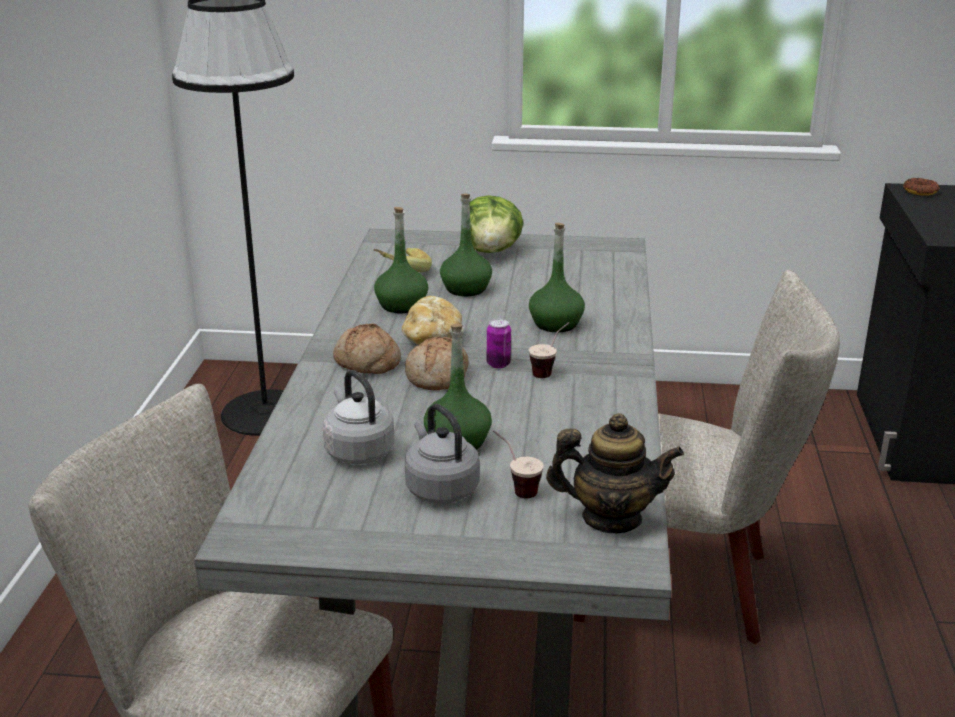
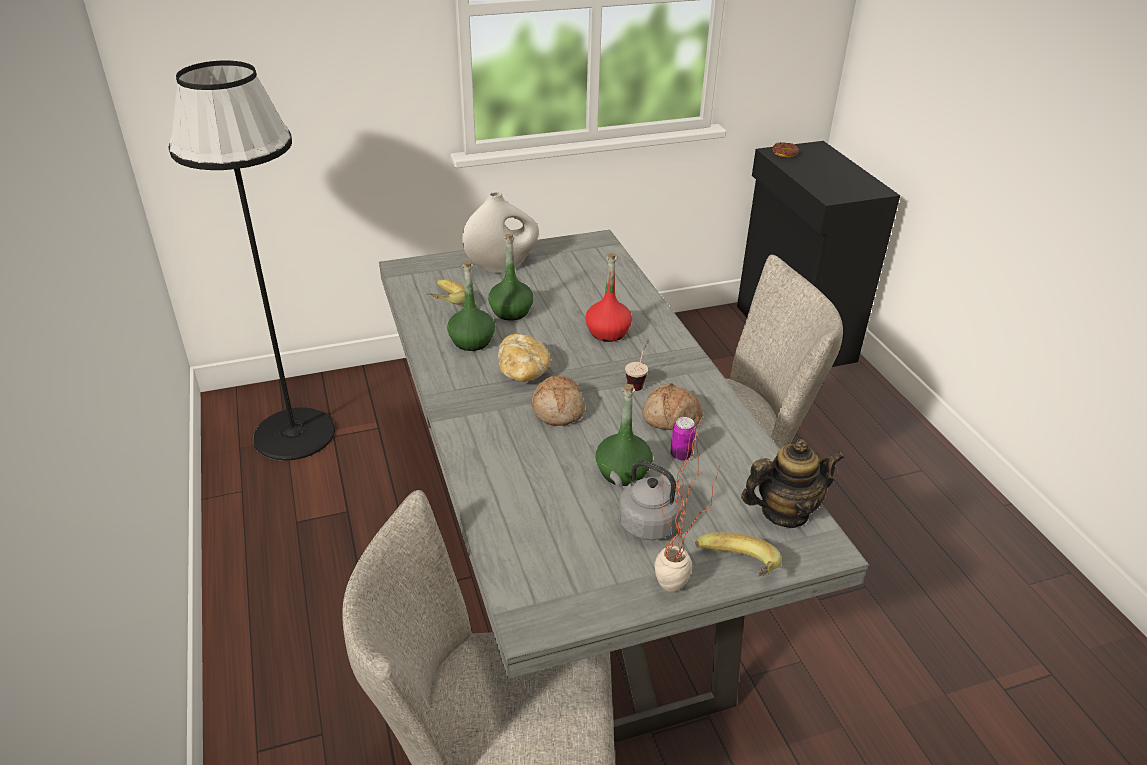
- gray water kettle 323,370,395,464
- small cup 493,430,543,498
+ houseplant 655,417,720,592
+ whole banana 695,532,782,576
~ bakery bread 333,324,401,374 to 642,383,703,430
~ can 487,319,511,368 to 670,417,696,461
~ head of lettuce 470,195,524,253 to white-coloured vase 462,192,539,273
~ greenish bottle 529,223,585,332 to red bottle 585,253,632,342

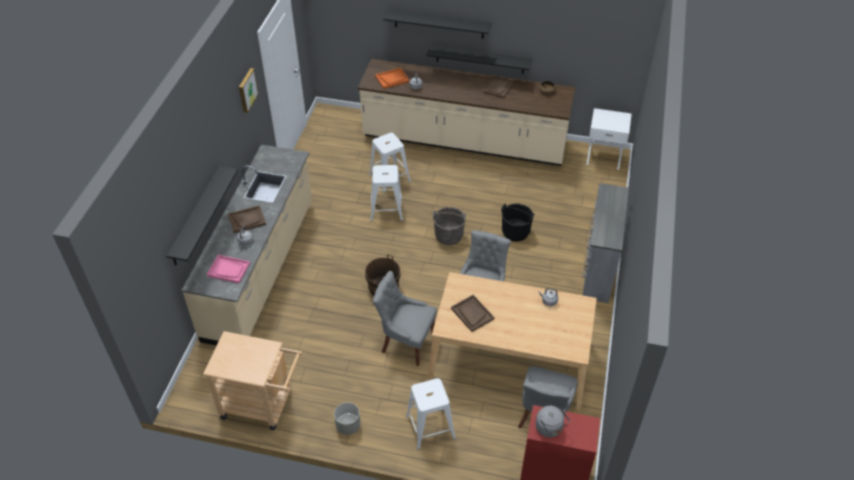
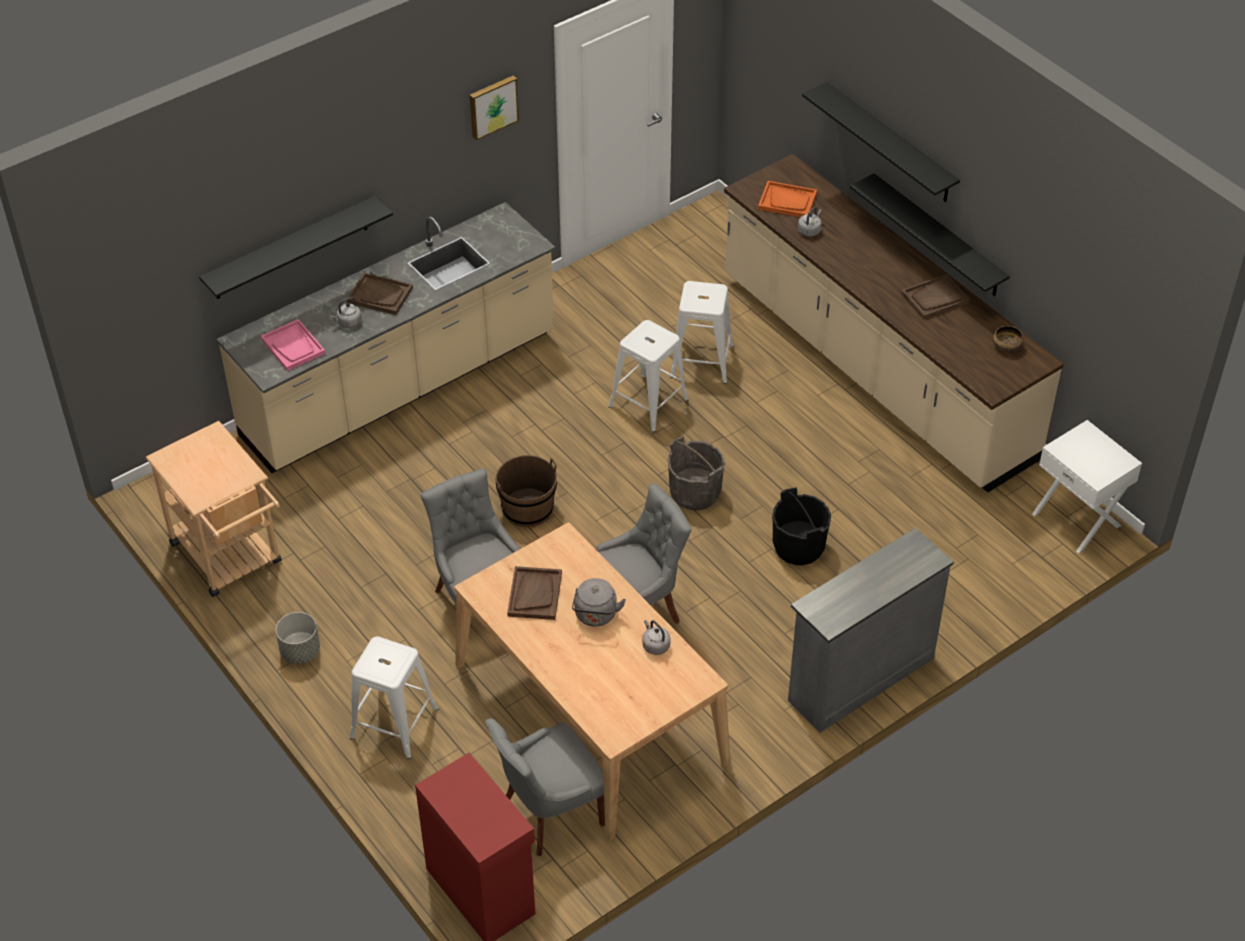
~ gray water kettle 535,406,570,438 to 572,578,626,627

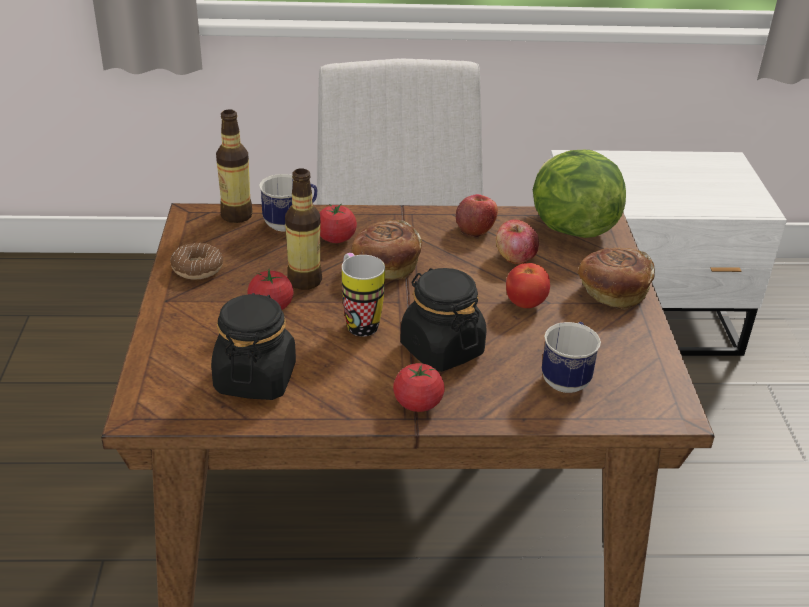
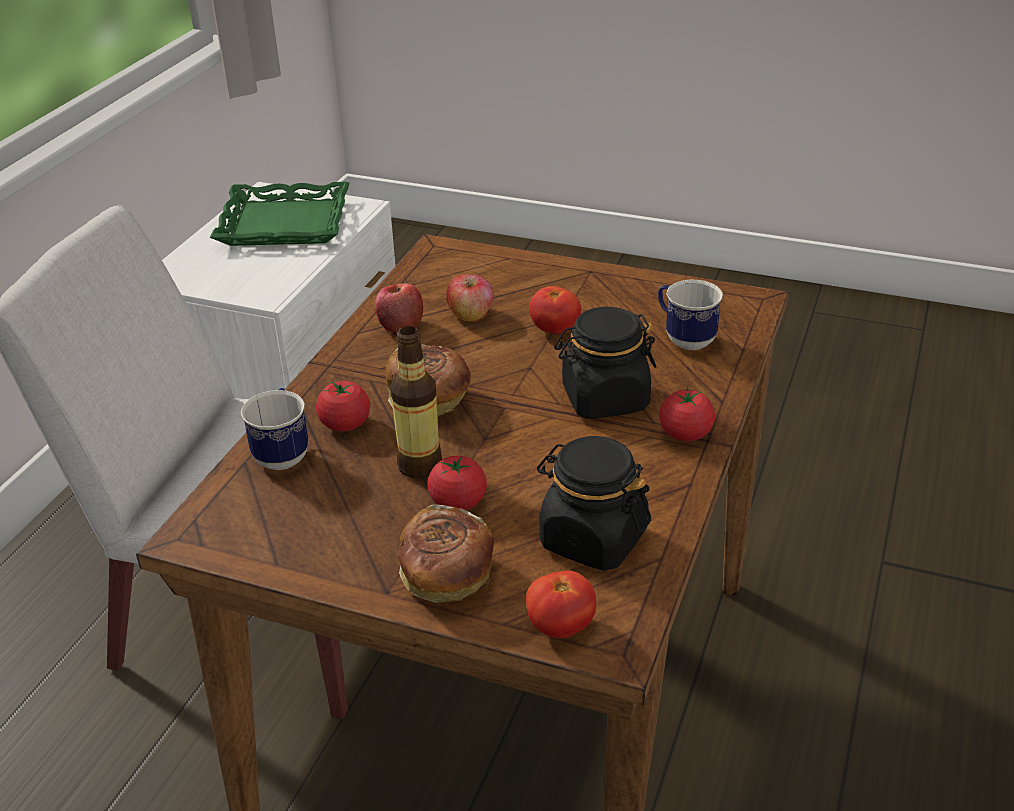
- doughnut 171,243,224,280
- bottle 216,109,253,223
- coffee mug 342,253,385,336
- head of lettuce 533,150,626,238
+ greenish tray 210,182,350,246
+ fresh tomato 526,571,596,638
~ bakery bread 577,247,655,310 to 398,504,494,603

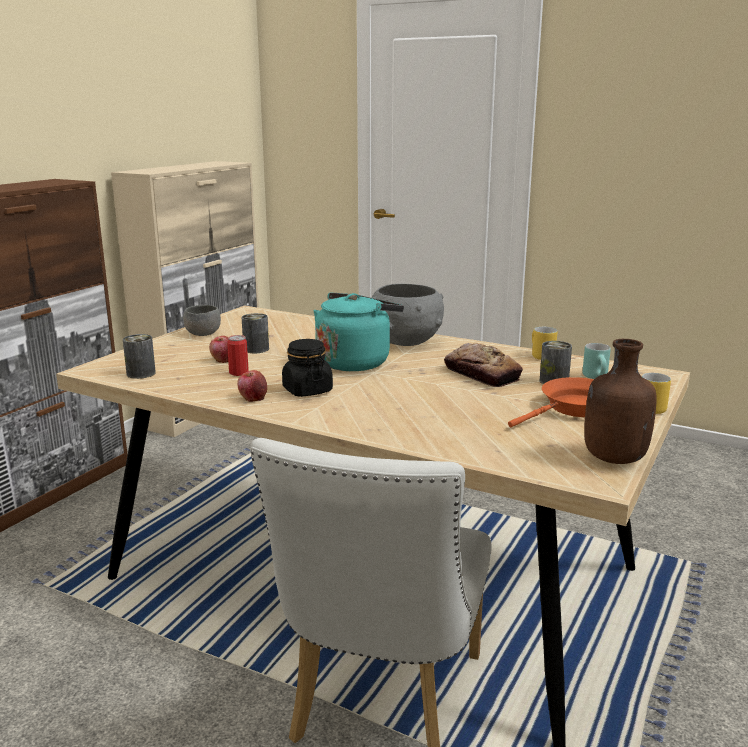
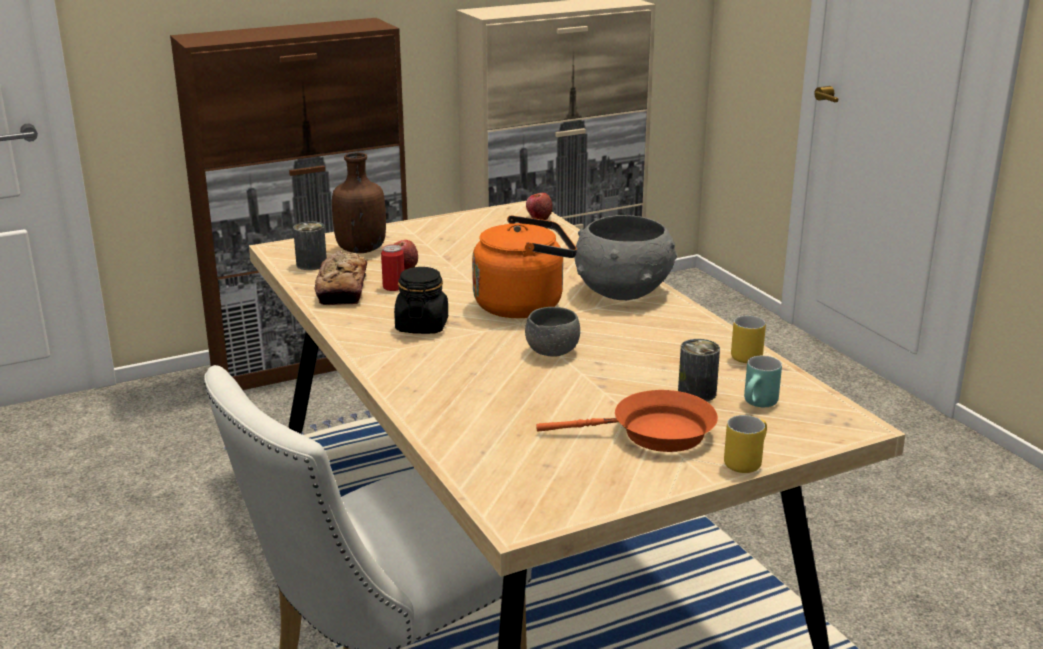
- can 241,313,269,353
~ gray serving bowl 183,305,221,336 to 525,307,580,357
~ apple 237,370,267,402 to 526,193,553,220
~ bakery bread 444,343,523,387 to 315,251,367,305
~ brown bottle 584,339,657,464 to 332,153,386,253
~ turquoise water kettle 313,293,404,371 to orange water kettle 472,215,577,318

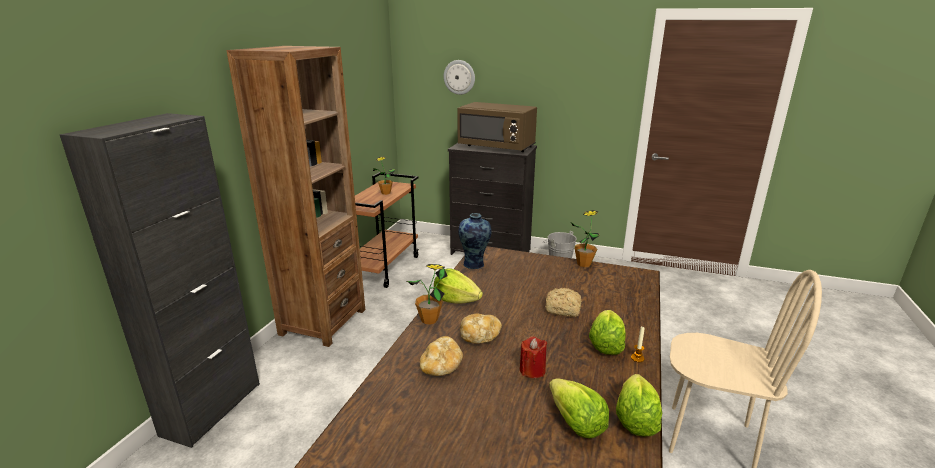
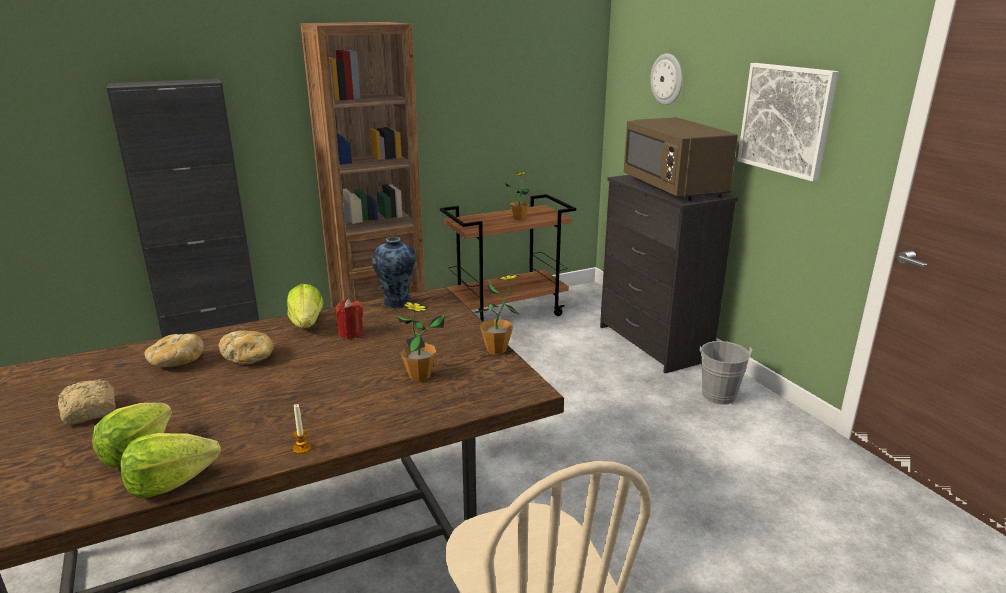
- head of lettuce 589,310,626,355
+ wall art 737,63,838,182
~ houseplant 407,264,447,325 to 396,302,445,381
~ red wax light 520,336,547,378 to 335,299,363,339
~ bakery bread 546,288,582,317 to 58,379,116,424

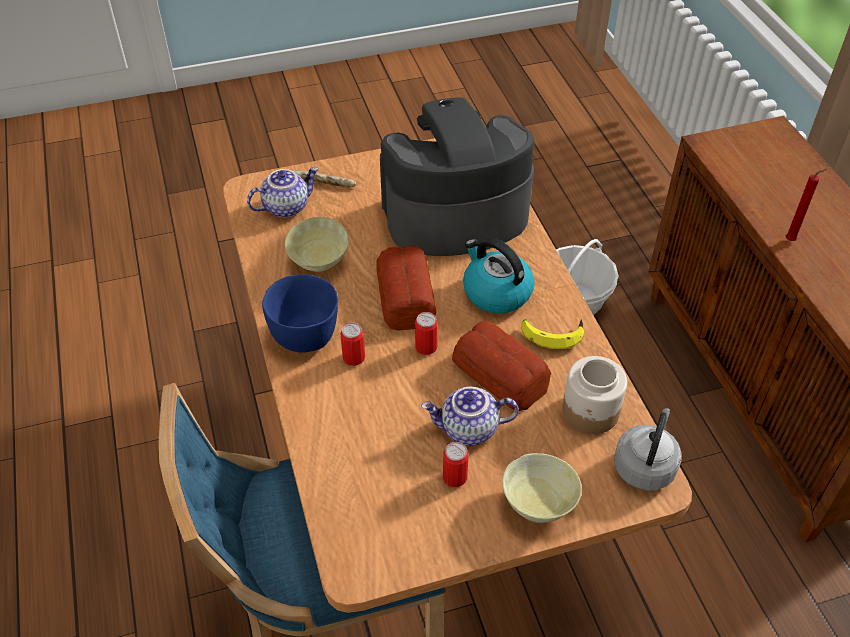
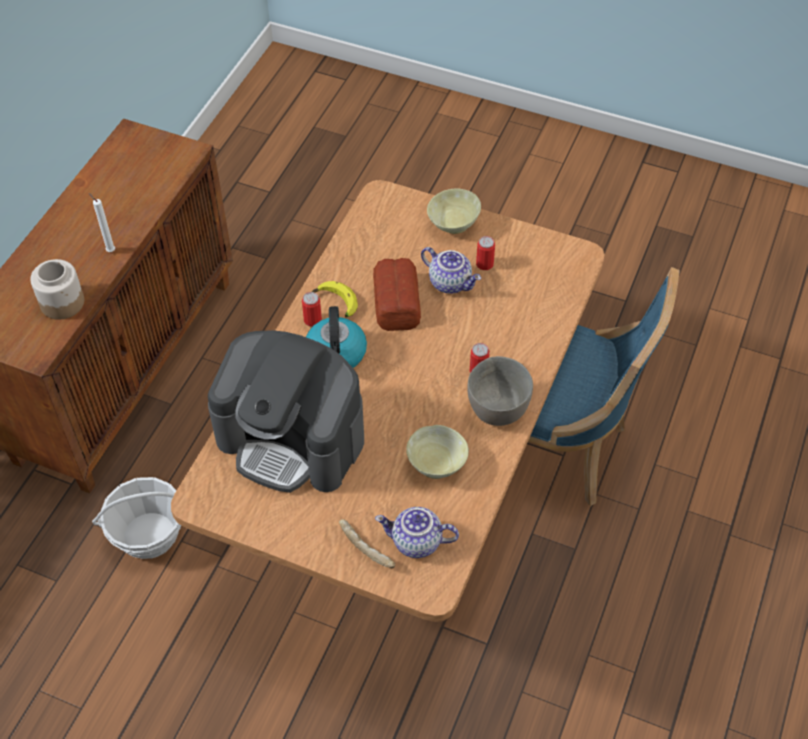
- bakery bread 376,246,436,331
- gray water kettle 614,408,681,491
~ can 415,312,438,355 to 302,292,322,327
~ storage jar 562,356,627,434 to 30,259,84,320
~ bluish serving bowl 262,274,338,353 to gray serving bowl 467,356,533,426
~ red wax light 786,169,827,241 to white-coloured wax light 88,193,115,252

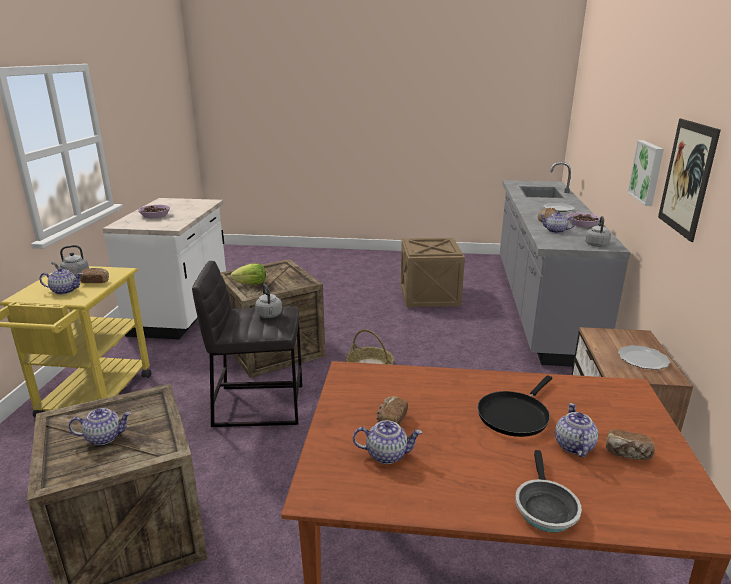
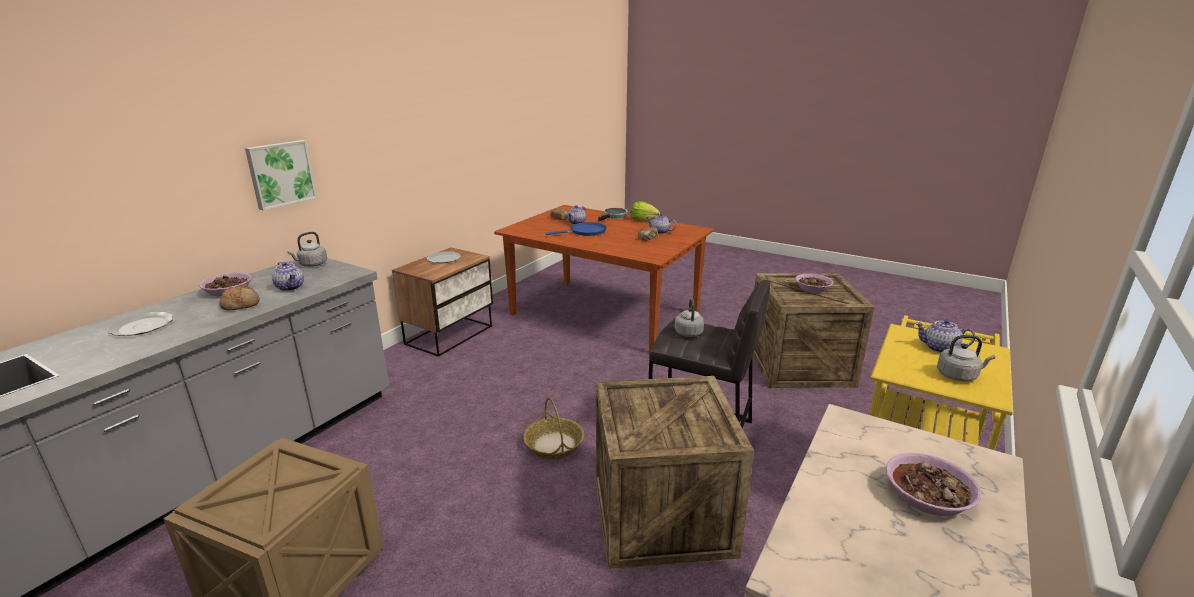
- bakery bread 80,268,109,283
- wall art 658,119,721,242
~ head of lettuce 231,263,266,285 to 631,201,660,221
~ pot for tea 69,408,131,445 to serving bowl 795,274,833,293
~ black-coloured skillet 478,375,552,437 to bluish skillet 546,222,607,236

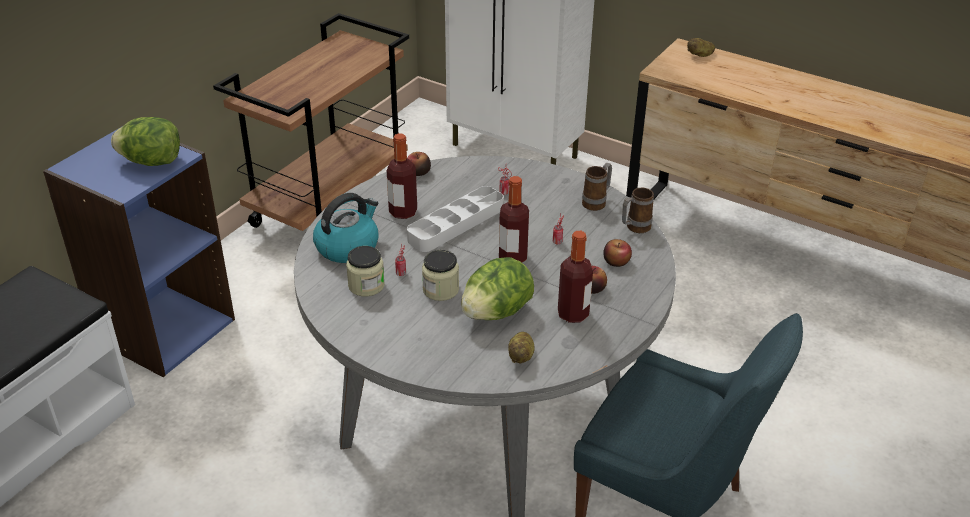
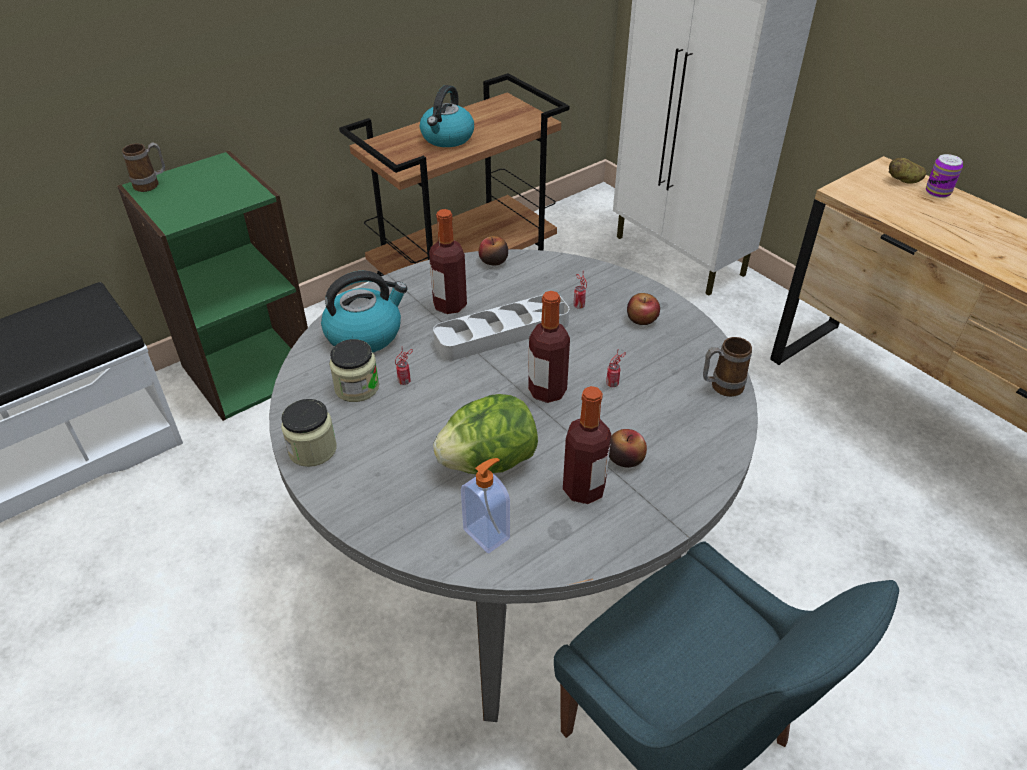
- head of lettuce 111,117,180,166
+ water kettle 420,85,474,147
+ can 926,154,963,198
~ storage jar 422,250,459,301 to 281,399,337,467
~ coffee mug 582,163,612,211 to 122,142,165,192
~ apple 603,239,632,267 to 627,293,660,325
~ potato 508,332,535,363 to soap bottle 461,458,510,554
~ bluish bookcase 43,127,235,377 to greenish bookcase 117,151,308,421

